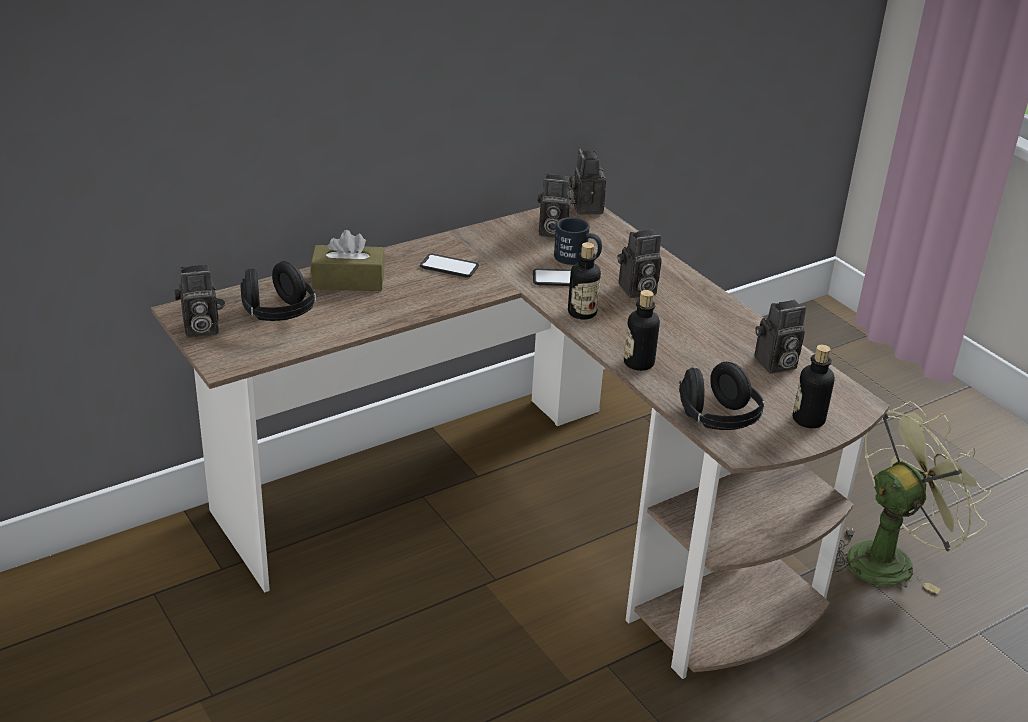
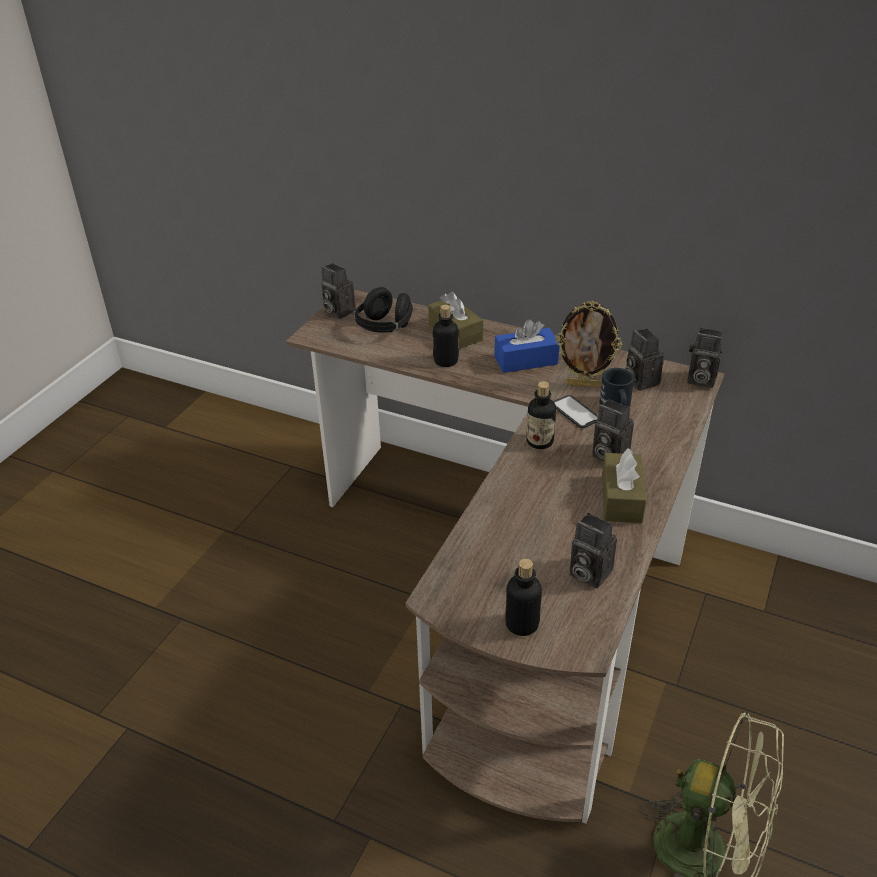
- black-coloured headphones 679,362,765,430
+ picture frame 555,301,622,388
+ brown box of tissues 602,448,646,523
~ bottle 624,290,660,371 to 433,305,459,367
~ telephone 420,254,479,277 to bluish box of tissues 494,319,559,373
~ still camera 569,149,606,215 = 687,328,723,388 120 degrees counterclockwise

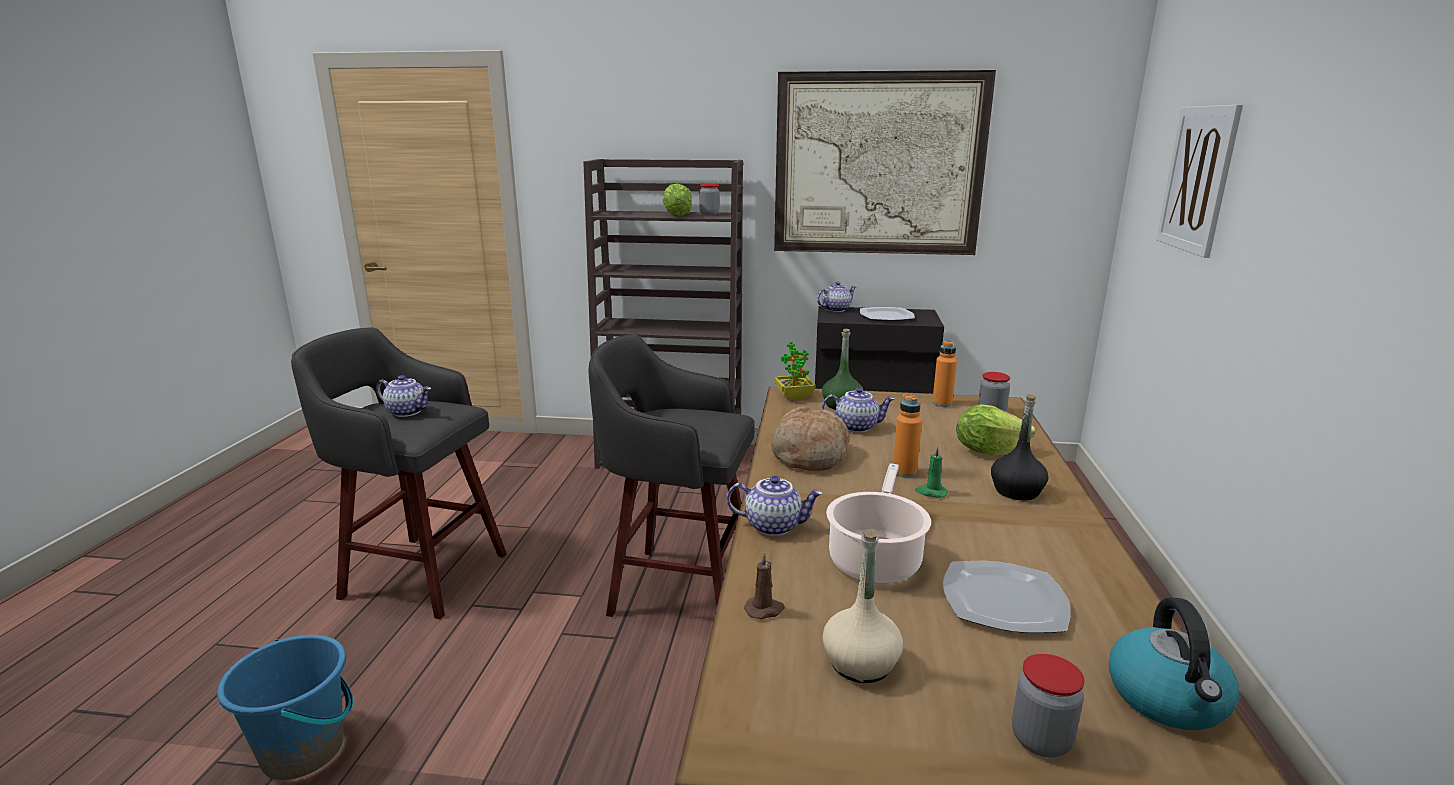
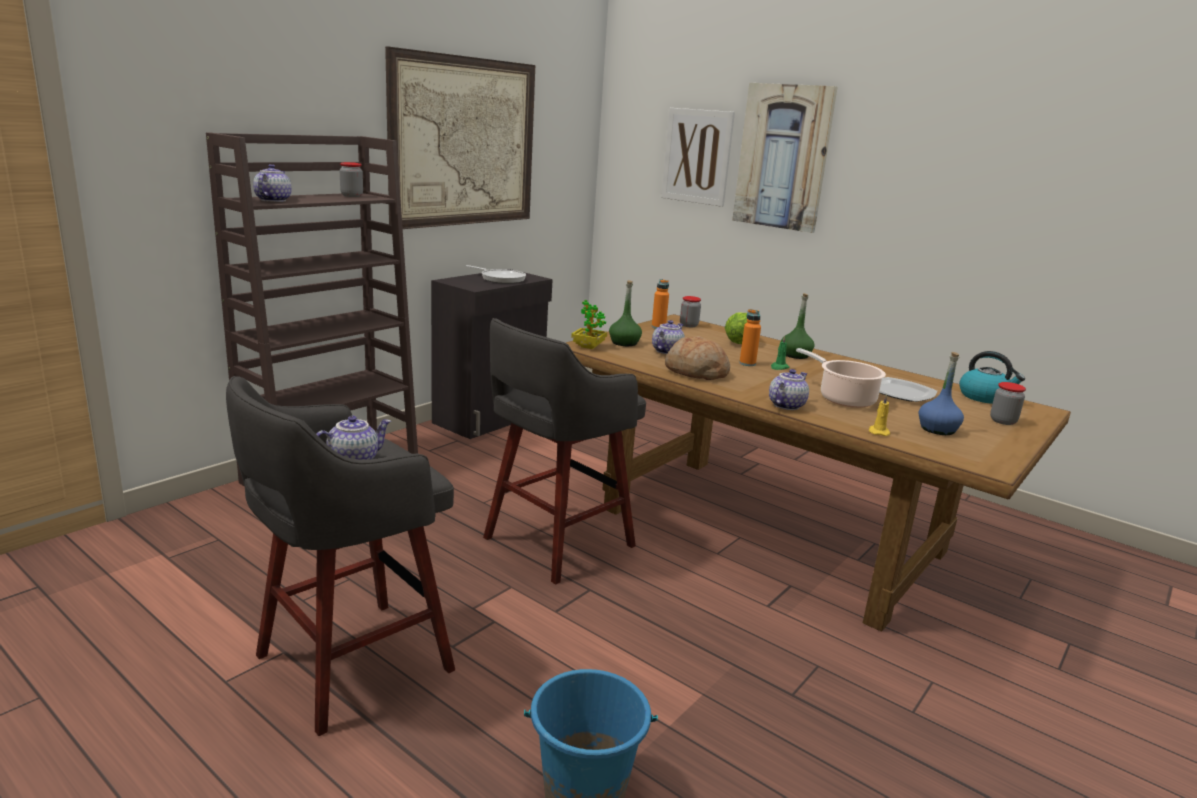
- head of lettuce 662,184,692,216
+ wall art 732,83,838,233
~ pot for tea 817,282,856,312 to 253,164,292,202
~ plate 860,307,915,321 to skillet 466,265,526,284
~ brown wax light 744,552,785,619 to yellow wax light 869,394,891,436
~ beige-coloured bottle 822,529,903,683 to bluish bottle 918,352,964,435
~ black-coloured bottle 991,394,1048,500 to greenish bottle 781,293,814,359

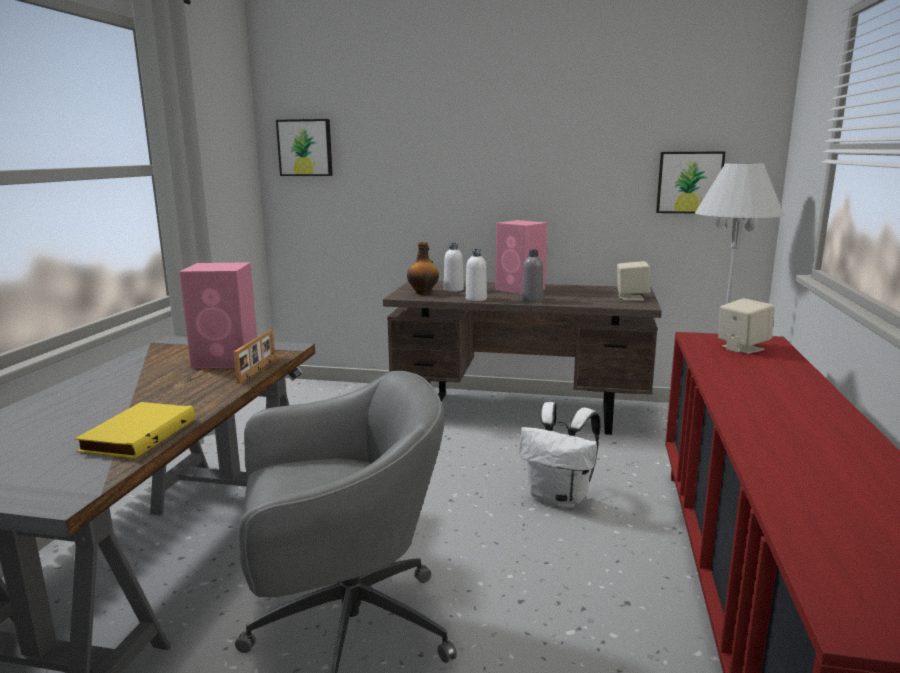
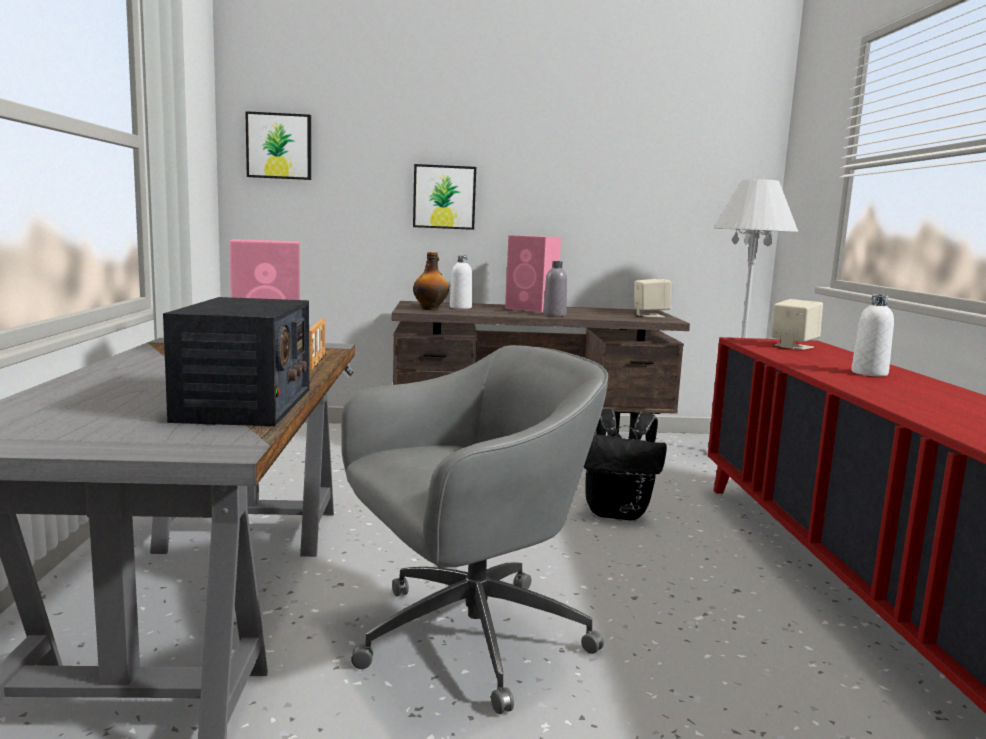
~ white-coloured bottle 465,249,487,301 to 851,295,894,376
~ wall art 656,151,726,213 to 413,164,476,230
~ yellow book 75,402,195,459 to radio 163,297,309,426
~ white-coloured backpack 519,402,601,509 to black-coloured backpack 583,409,667,520

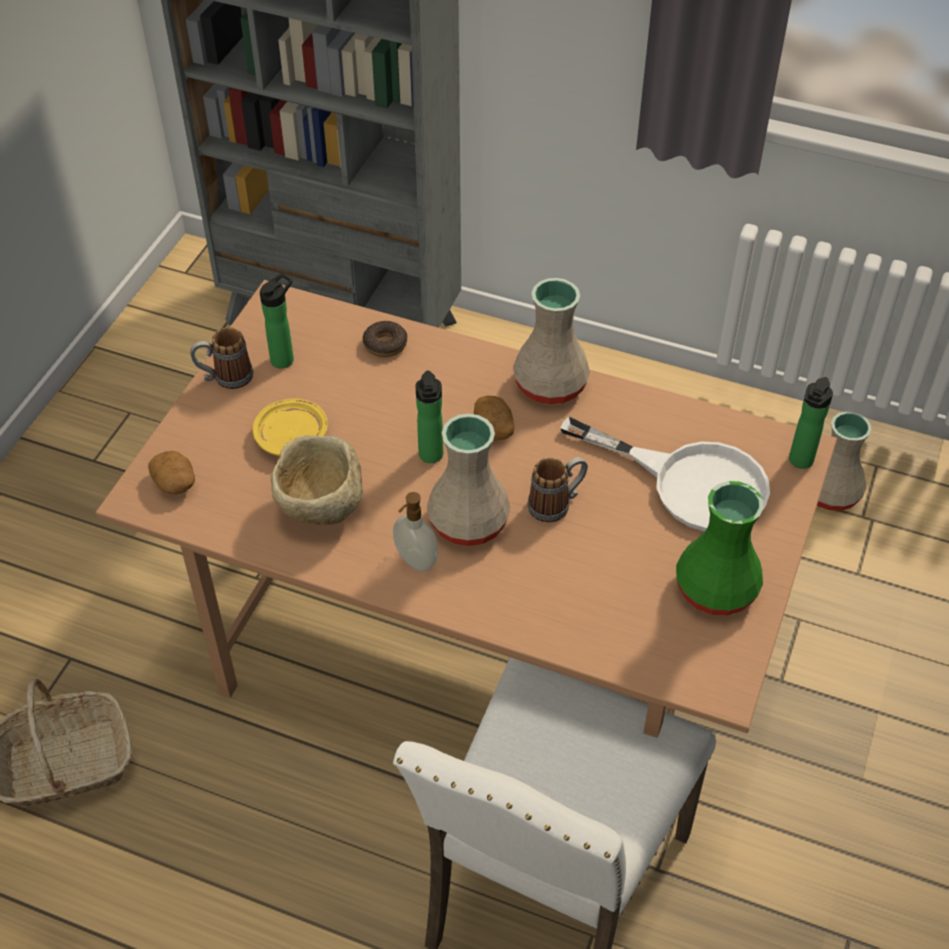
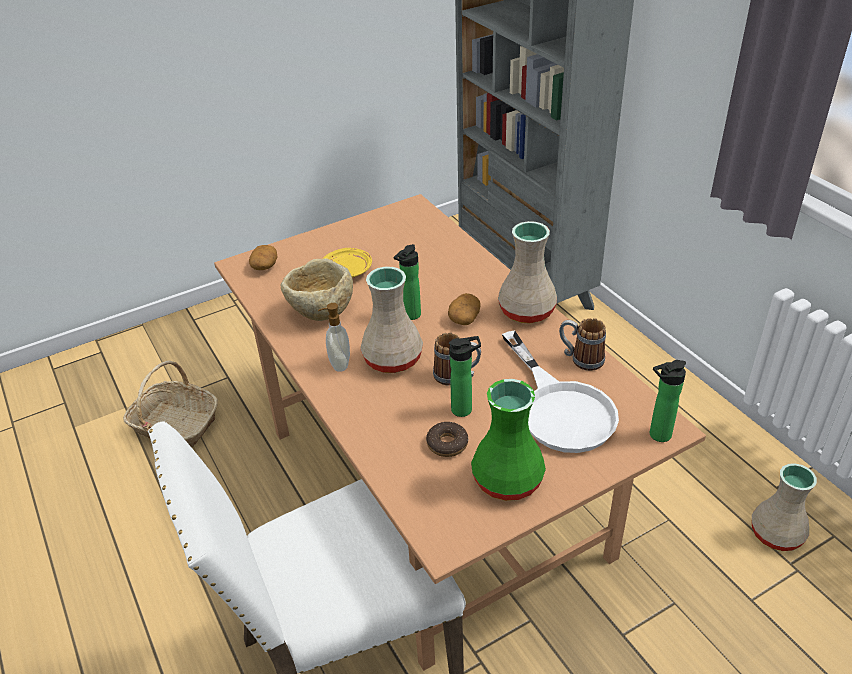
~ coffee mug 190,327,253,389 to 559,318,606,371
~ bottle 260,273,294,368 to 449,336,481,417
~ doughnut 363,321,407,357 to 426,422,468,457

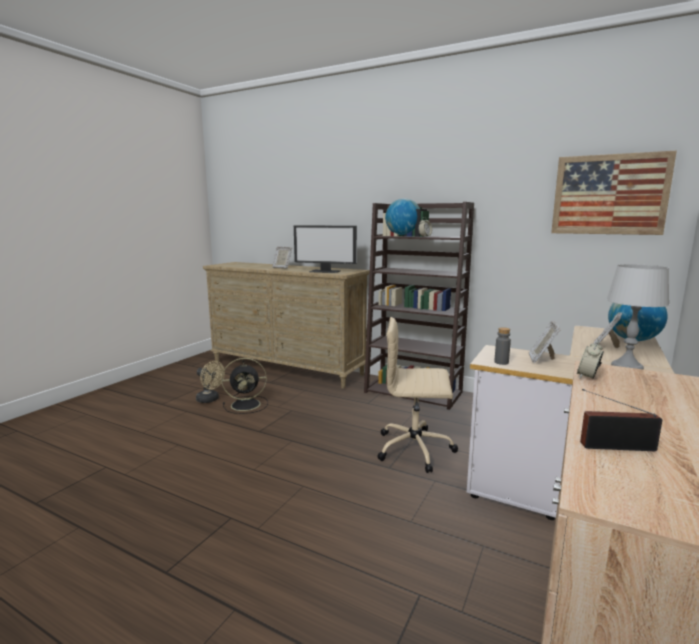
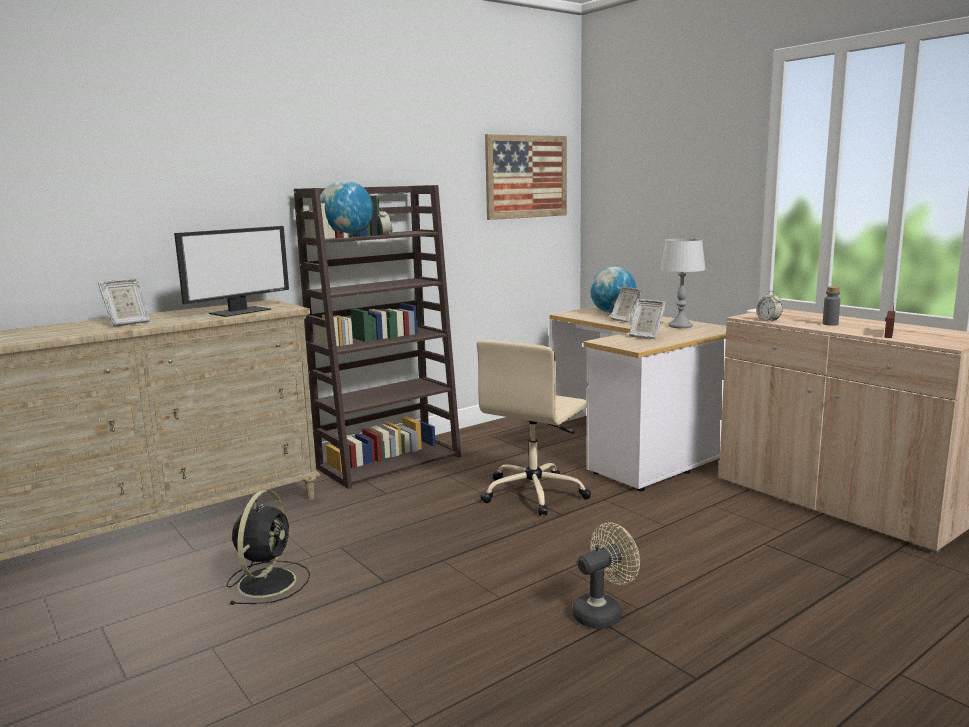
~ beige-coloured cooling fan 196,361,225,403 to 572,522,640,629
~ gray bottle 494,327,511,365 to 823,286,841,326

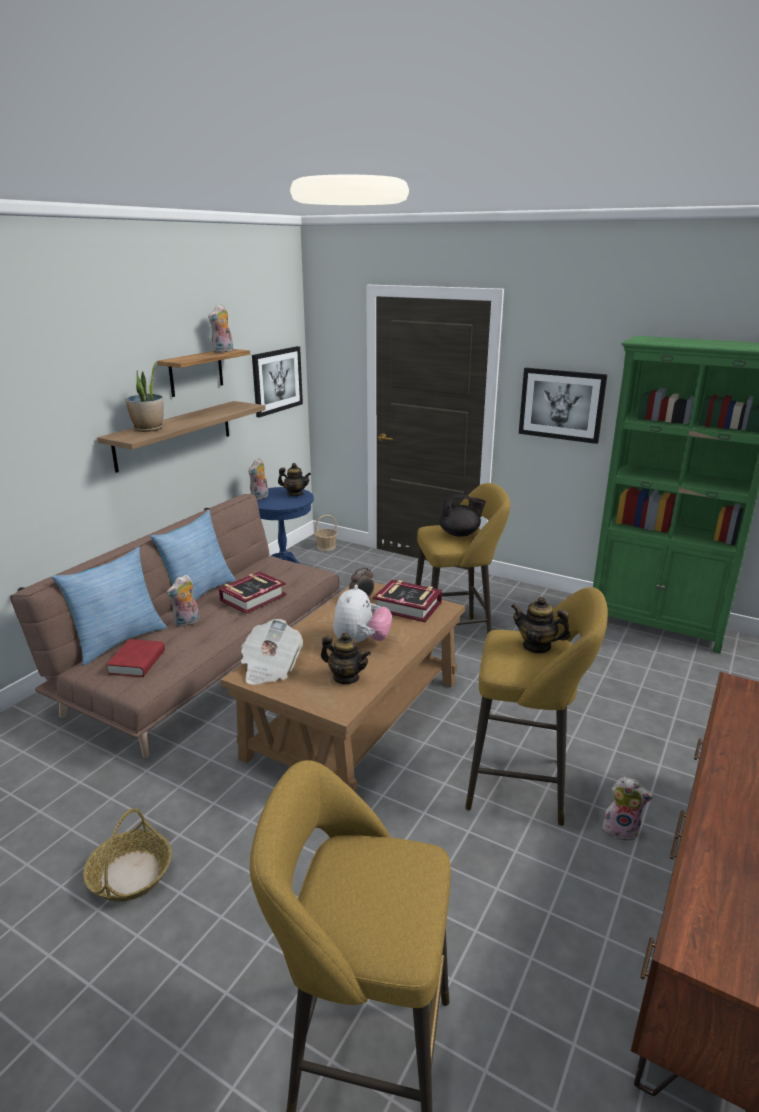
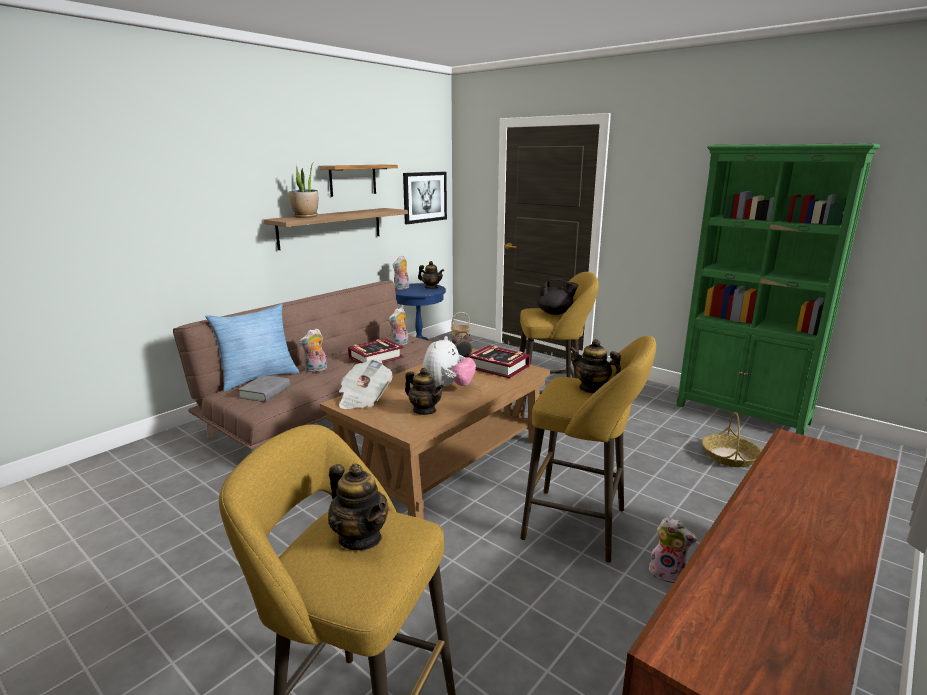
- pillow 150,510,236,600
- wall art 519,368,608,444
+ pot for tea 328,464,388,550
~ storage basket 83,808,172,902 to 702,412,762,467
~ cuddly toy 208,305,233,353 to 388,307,408,346
~ red book 106,639,165,677 to gray book 238,375,290,402

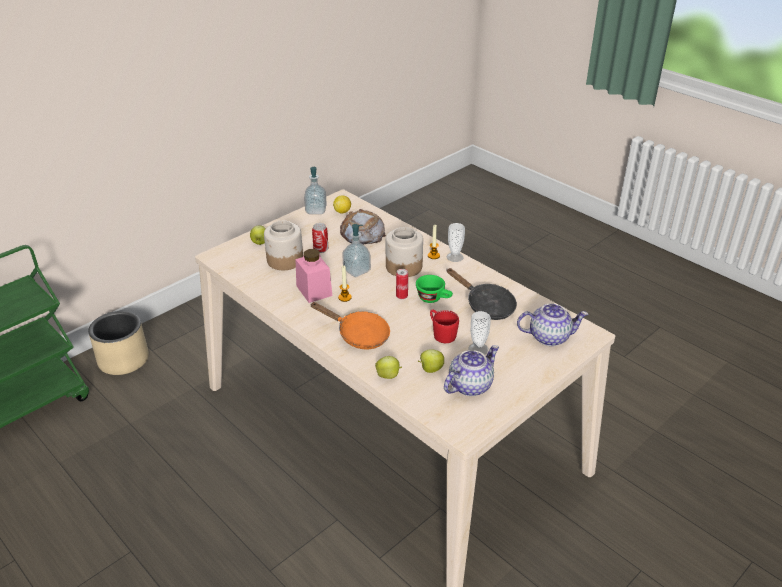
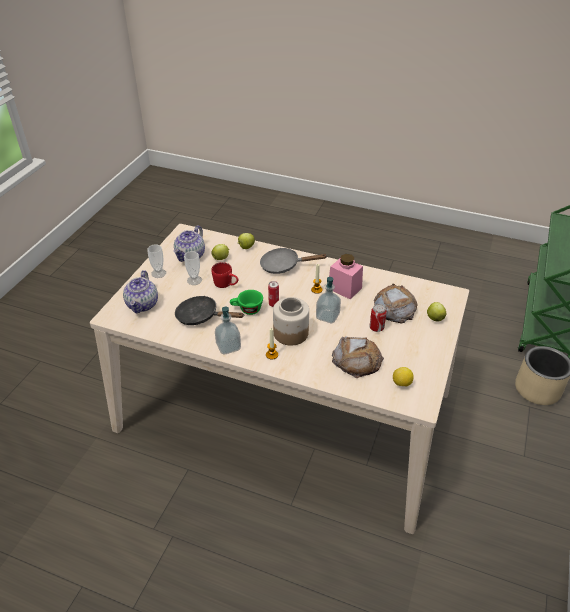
~ soap bottle 304,167,327,214 to 215,307,241,355
~ small cup 447,223,465,262 to 147,244,166,278
~ storage jar 264,221,303,270 to bakery bread 374,283,417,324
~ orange skillet 310,302,390,349 to gray skillet 260,248,328,274
~ pot for tea 517,303,588,346 = 123,270,158,314 60 degrees counterclockwise

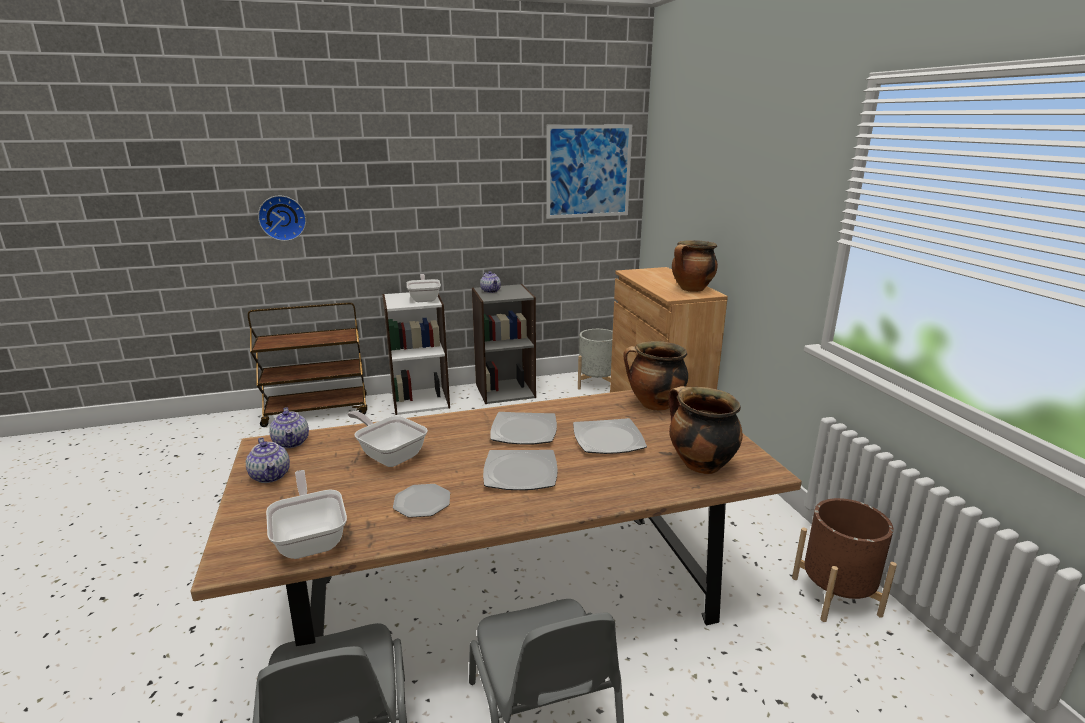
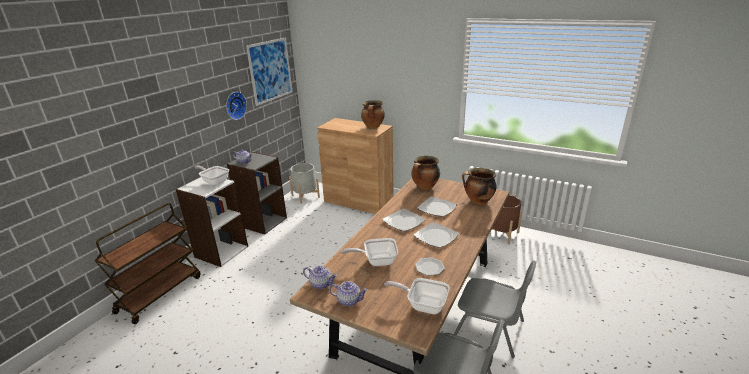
~ hanging clock 258,196,306,241 to 226,92,247,120

